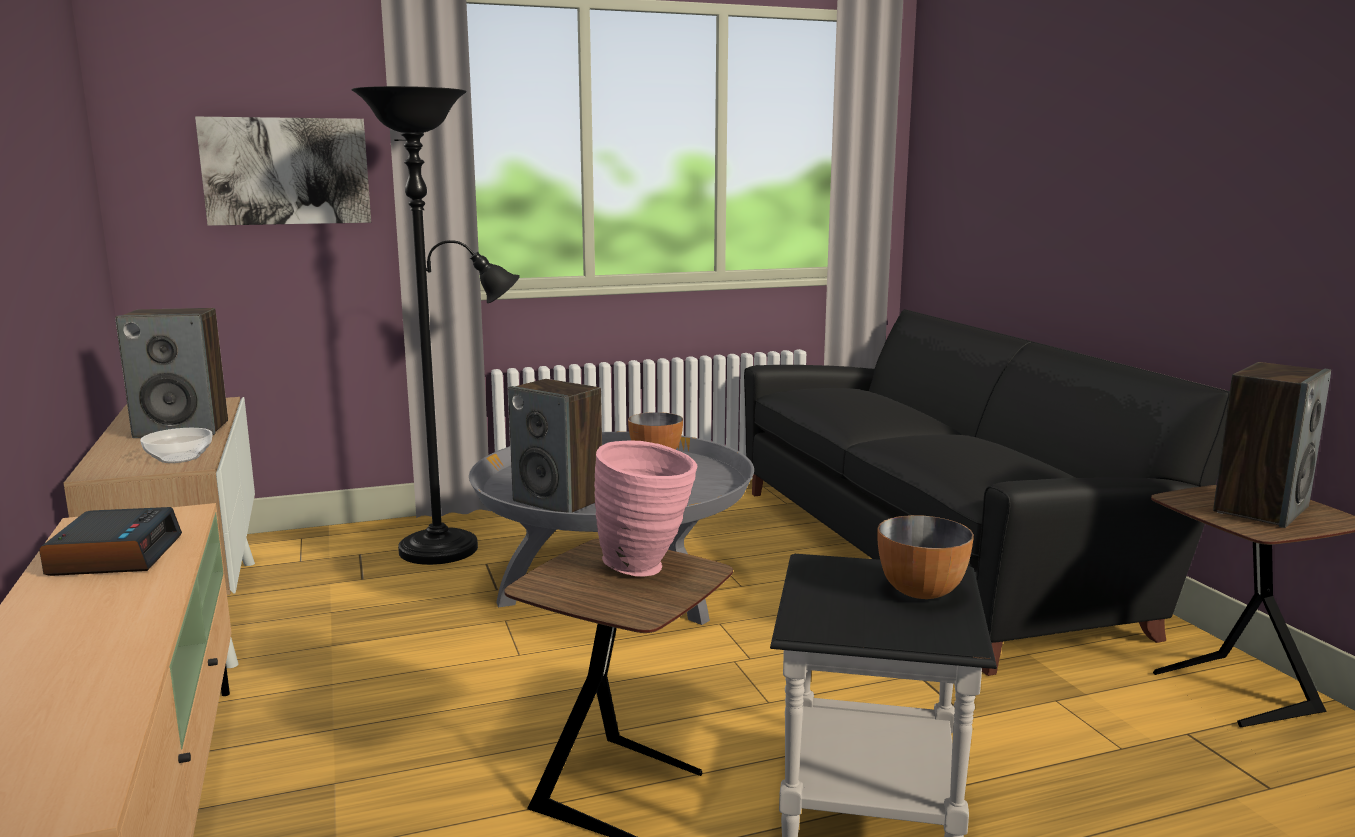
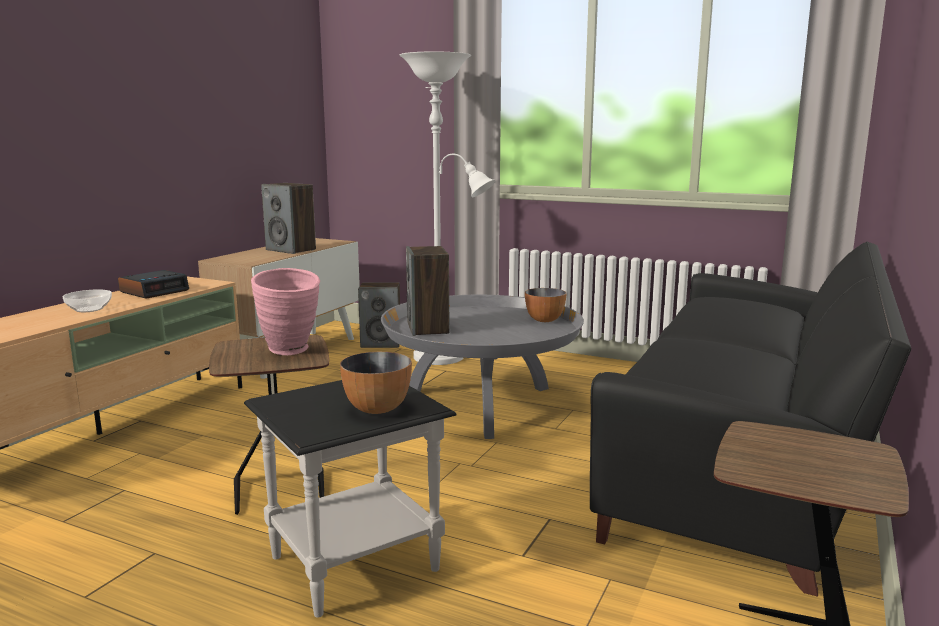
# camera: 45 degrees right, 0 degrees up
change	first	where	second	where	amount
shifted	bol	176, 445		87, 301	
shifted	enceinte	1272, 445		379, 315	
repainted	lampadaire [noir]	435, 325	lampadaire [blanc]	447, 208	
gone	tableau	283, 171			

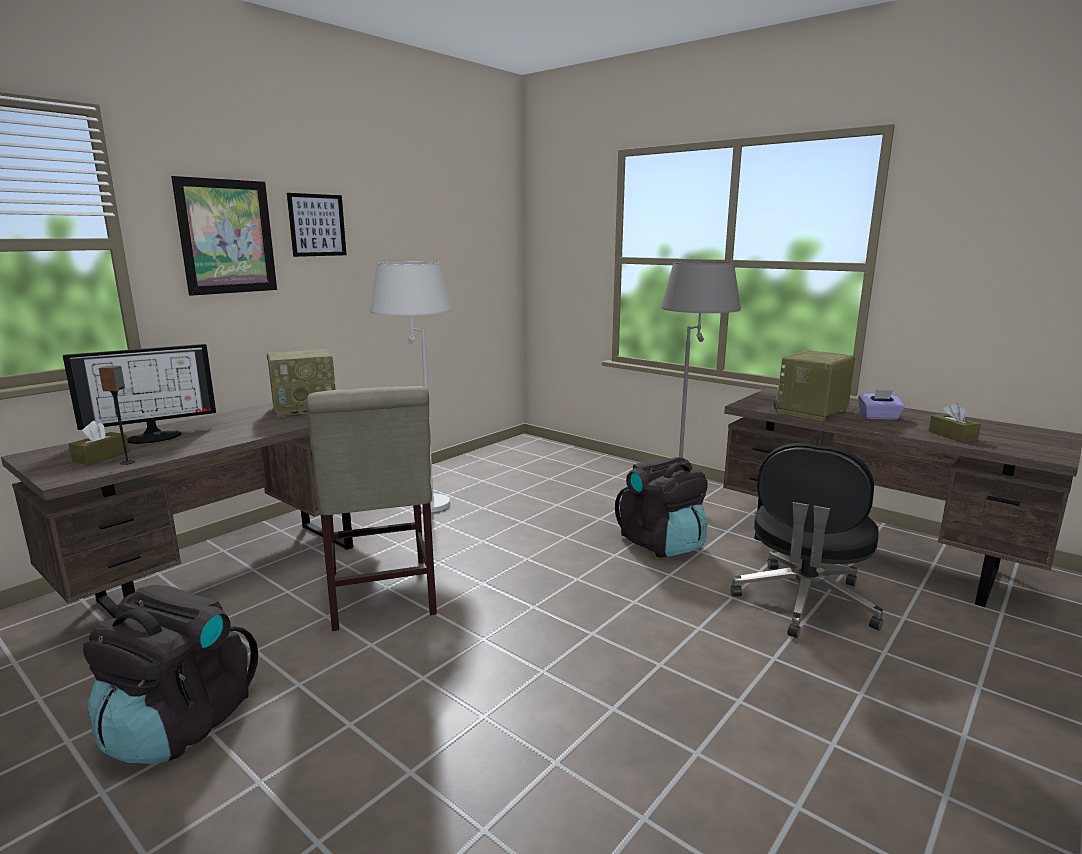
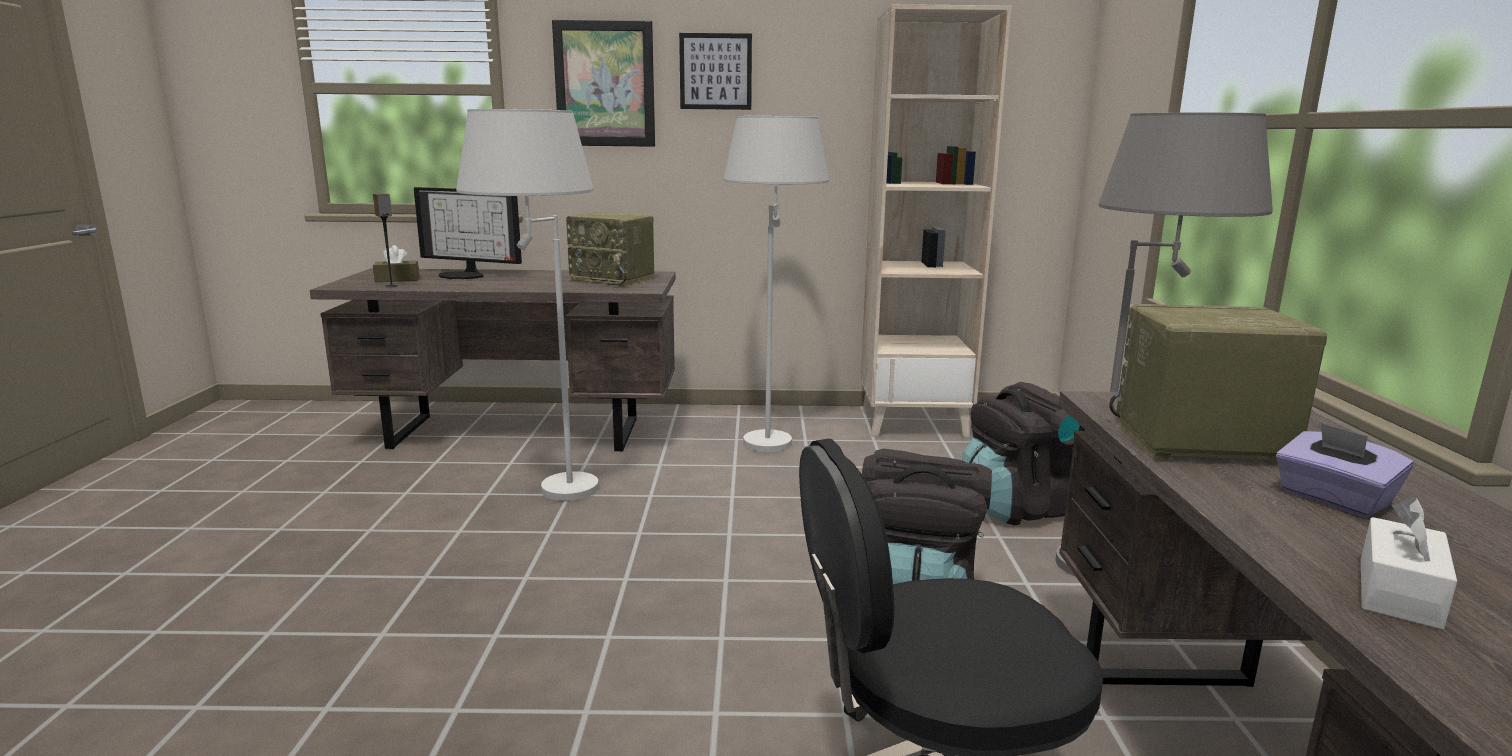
# camera: 50 degrees right, 0 degrees up
change	first	where	second	where	amount
swapped	chaise [beige]	371, 508	lampadaire [blanc]	527, 305	
new			bibliothèque [beige]	936, 220	
shifted	sac à dos [noir]	170, 674		1023, 453	
repainted	boîte à mouchoirs [marron]	955, 422	boîte à mouchoirs [blanc]	1409, 563	

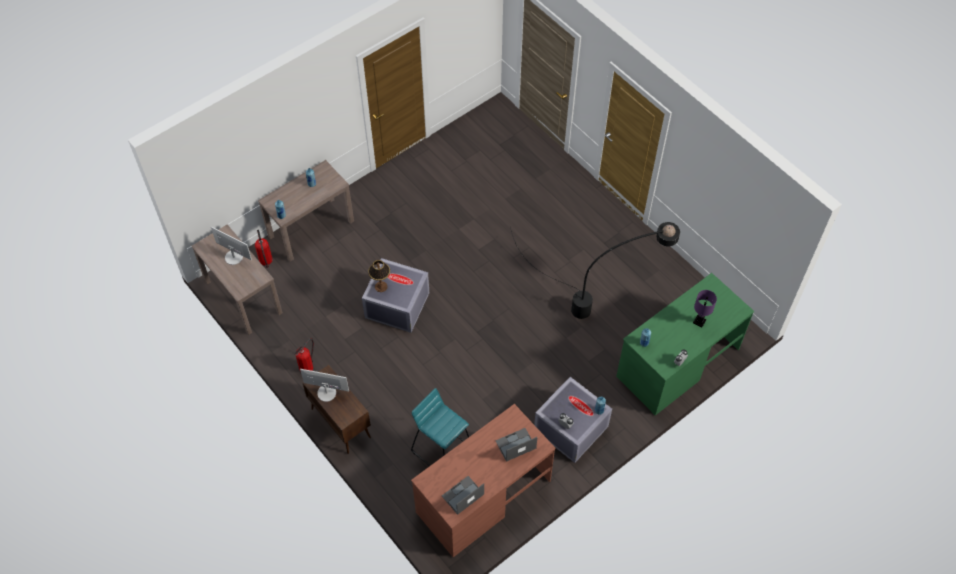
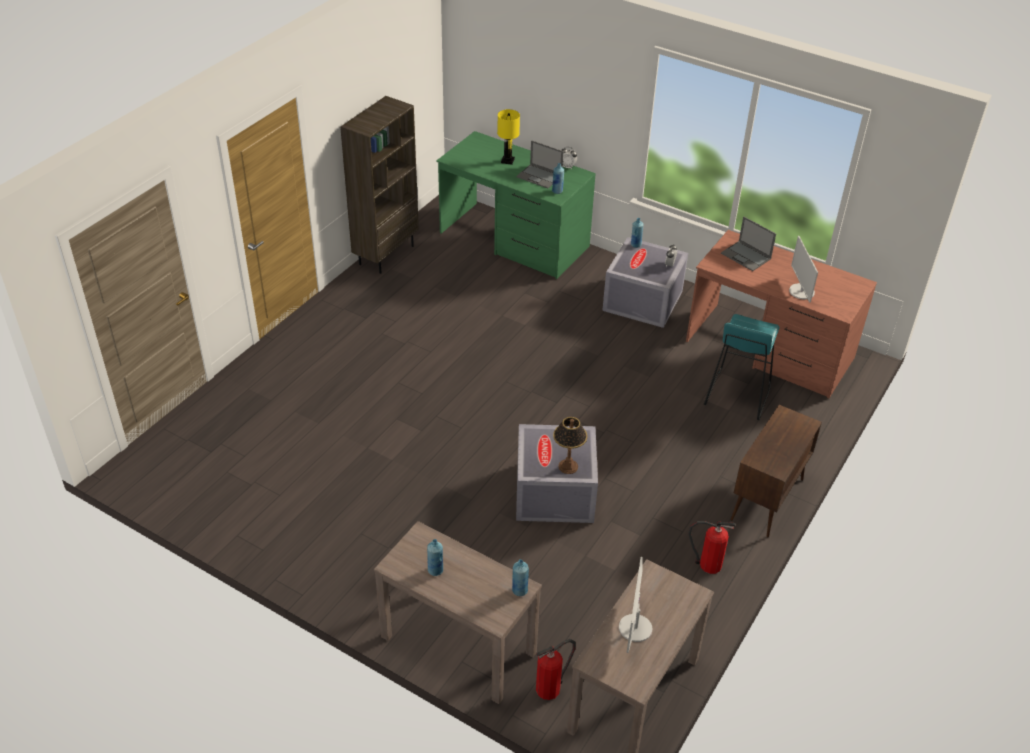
# camera: 110 degrees left, 15 degrees down
change	first	where	second	where	amount
new			bibliothèque [marron]	379, 185	
repainted	lampe de table [violet]	705, 308	lampe de table [jaune]	508, 137	
shifted	ordinateur portable	463, 495		539, 164	
shifted	écran d'ordinateur	324, 385		803, 269	
gone	lampadaire [noir]	595, 270			

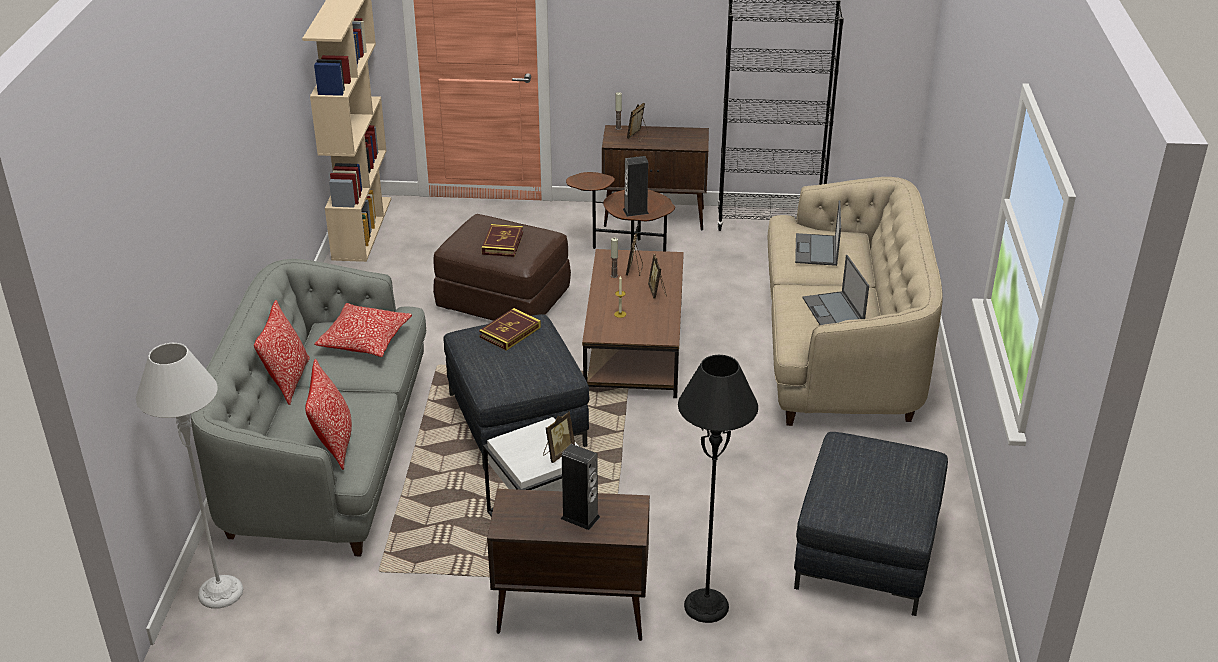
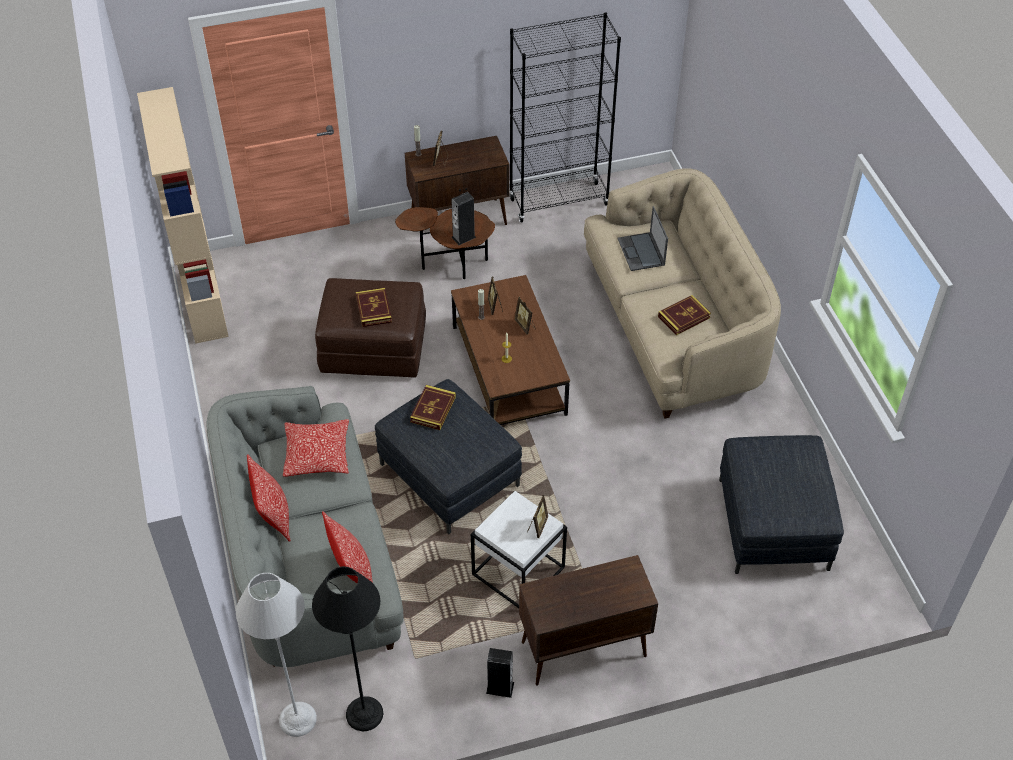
# camera: 20 degrees left, 15 degrees up
change	first	where	second	where	amount
shifted	lampadaire [noir]	718, 489		347, 648	
shifted	enceinte	580, 487		500, 673	
swapped	ordinateur portable	836, 290	livre	684, 315	

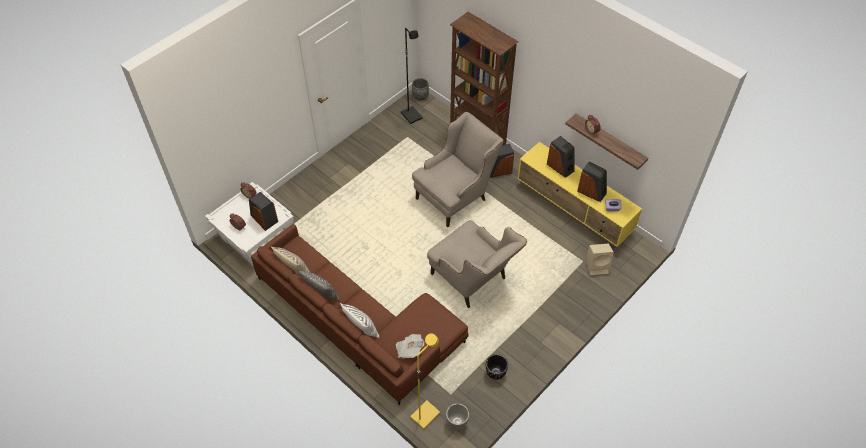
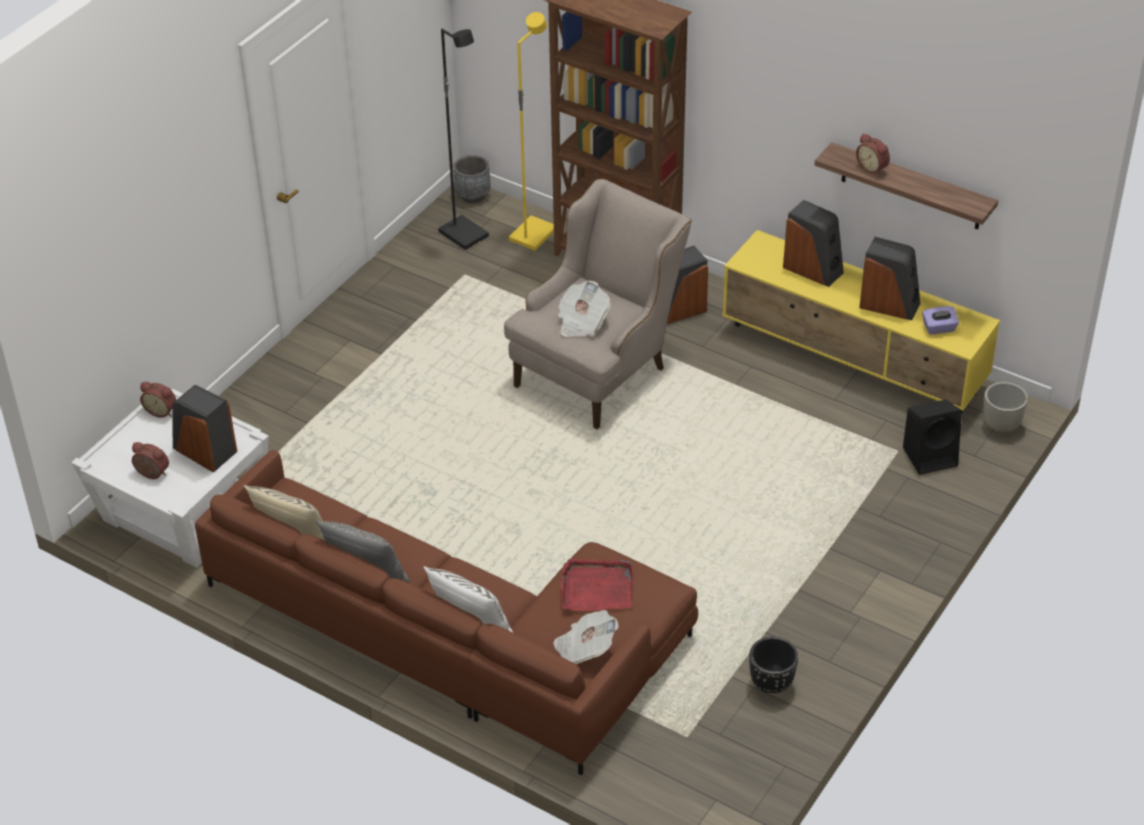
# camera: 10 degrees left, 10 degrees down
change	first	where	second	where	amount
shifted	lampadaire [jaune]	425, 381		531, 131	
new			journal	584, 309	
new			plateau [rouge]	597, 585	
repainted	enceinte [beige]	600, 259	enceinte [noir]	932, 437	
shifted	cache-pot [gris]	457, 416		1005, 407	
gone	fauteuil [beige]	477, 264			

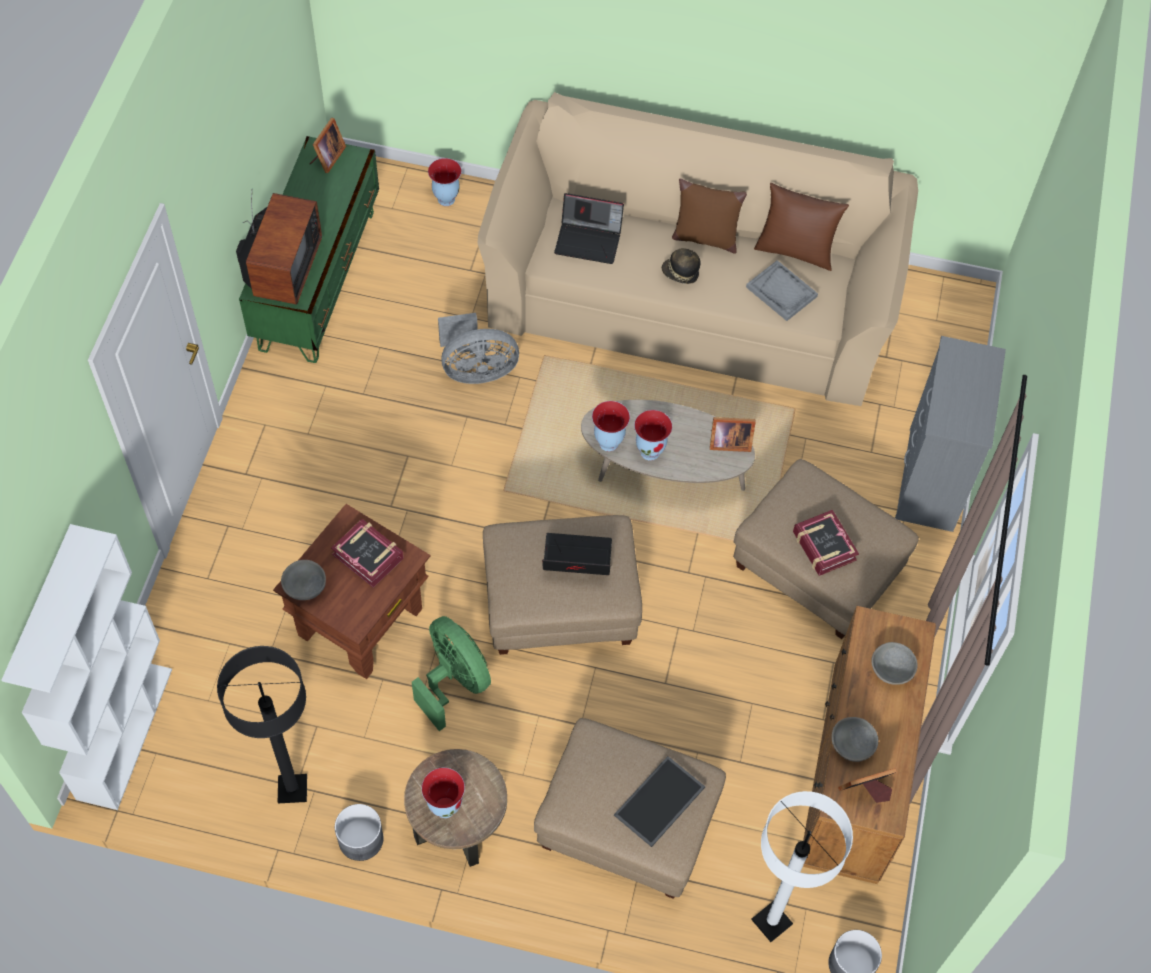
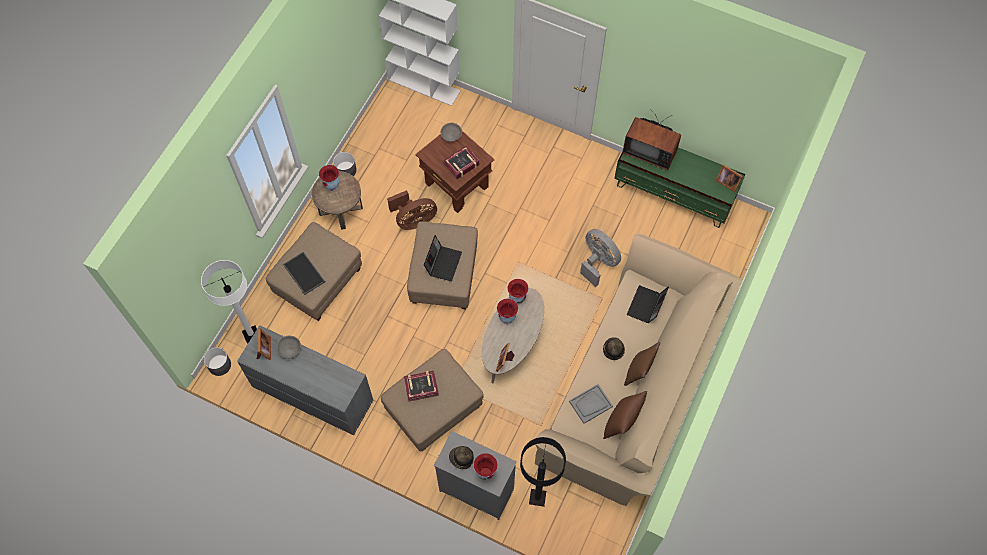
# camera: 105 degrees right, 5 degrees up
change	first	where	second	where	amount
repainted	commode [marron]	869, 745	commode [gris]	305, 380	
repainted	ventilateur [vert]	451, 673	ventilateur [marron]	412, 210	
new			chapeau	461, 457	
shifted	vase	445, 182		485, 466	
shifted	lampadaire [noir]	262, 724		543, 472	
rotated	ventilateur [gris]	478, 348		600, 258	135 degrees clockwise
gone	bol [gris]	894, 663			

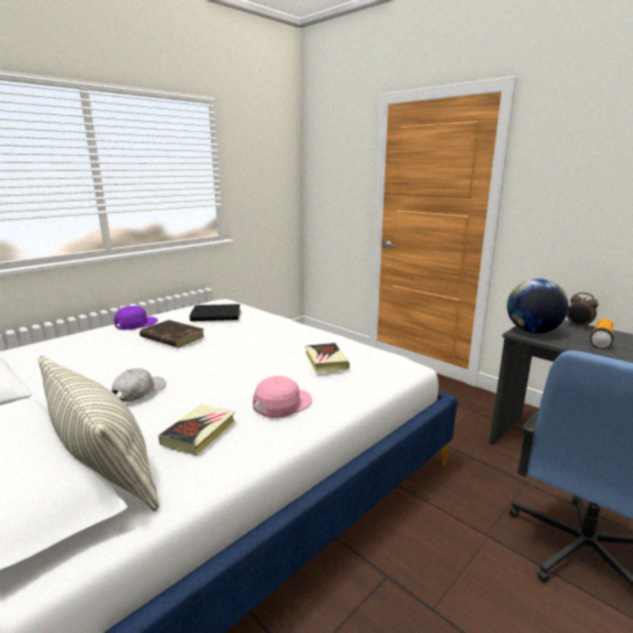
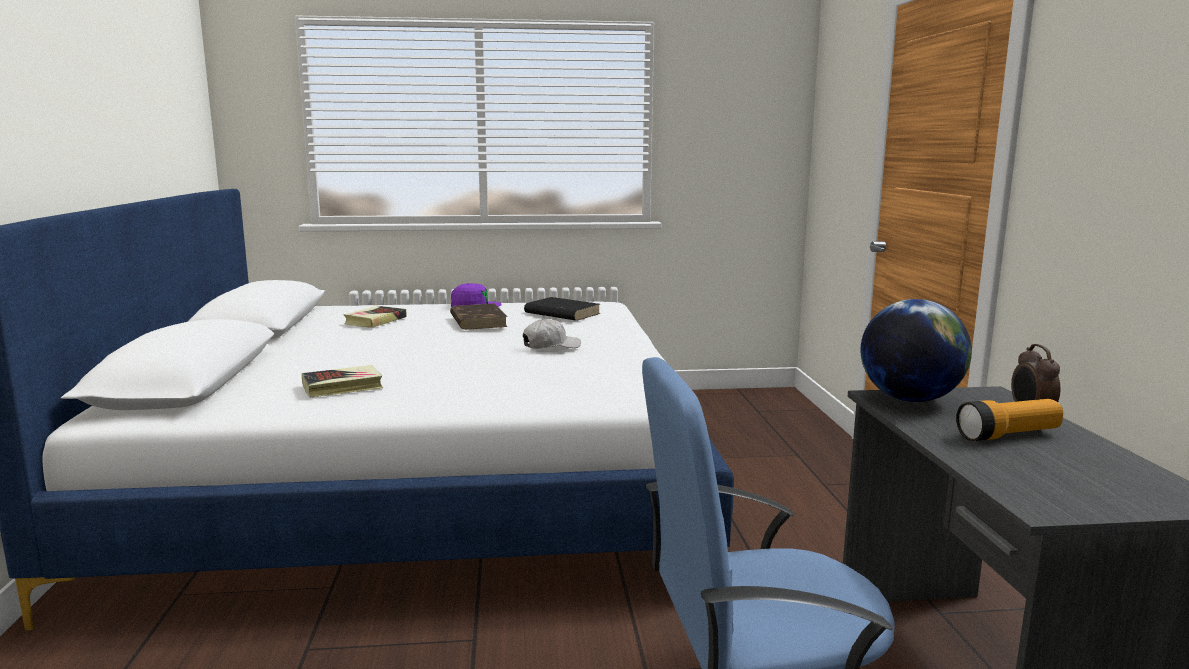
# camera: 40 degrees right, 5 degrees down
change	first	where	second	where	amount
shifted	livre	327, 357		374, 317	
shifted	casquette [blanc]	139, 385		552, 334	
gone	coussin	98, 433			
gone	casquette [rose]	282, 397			

